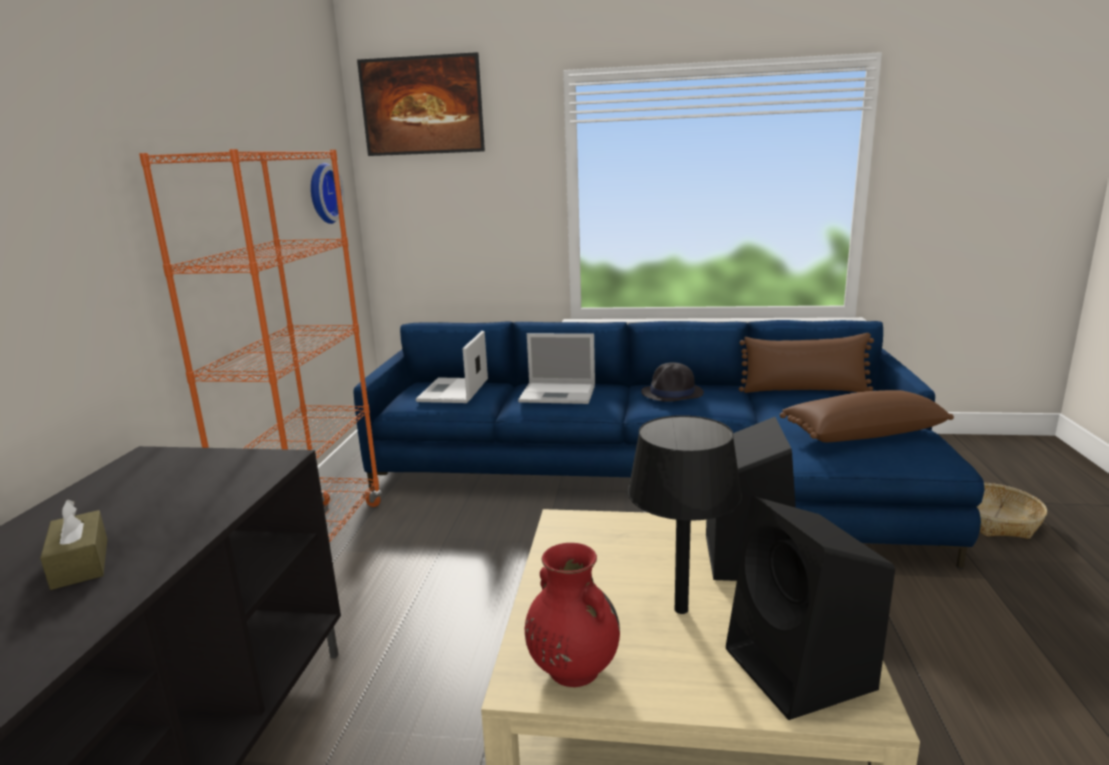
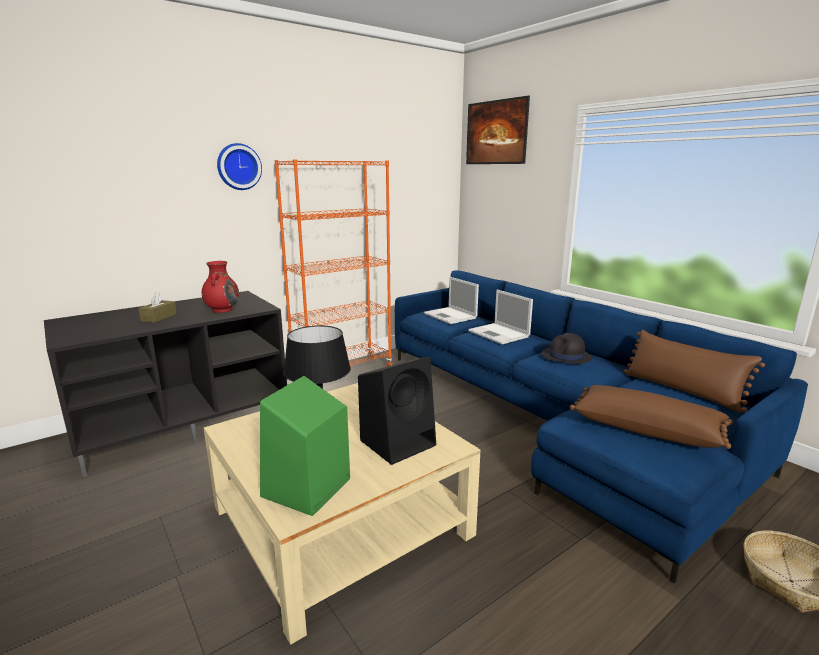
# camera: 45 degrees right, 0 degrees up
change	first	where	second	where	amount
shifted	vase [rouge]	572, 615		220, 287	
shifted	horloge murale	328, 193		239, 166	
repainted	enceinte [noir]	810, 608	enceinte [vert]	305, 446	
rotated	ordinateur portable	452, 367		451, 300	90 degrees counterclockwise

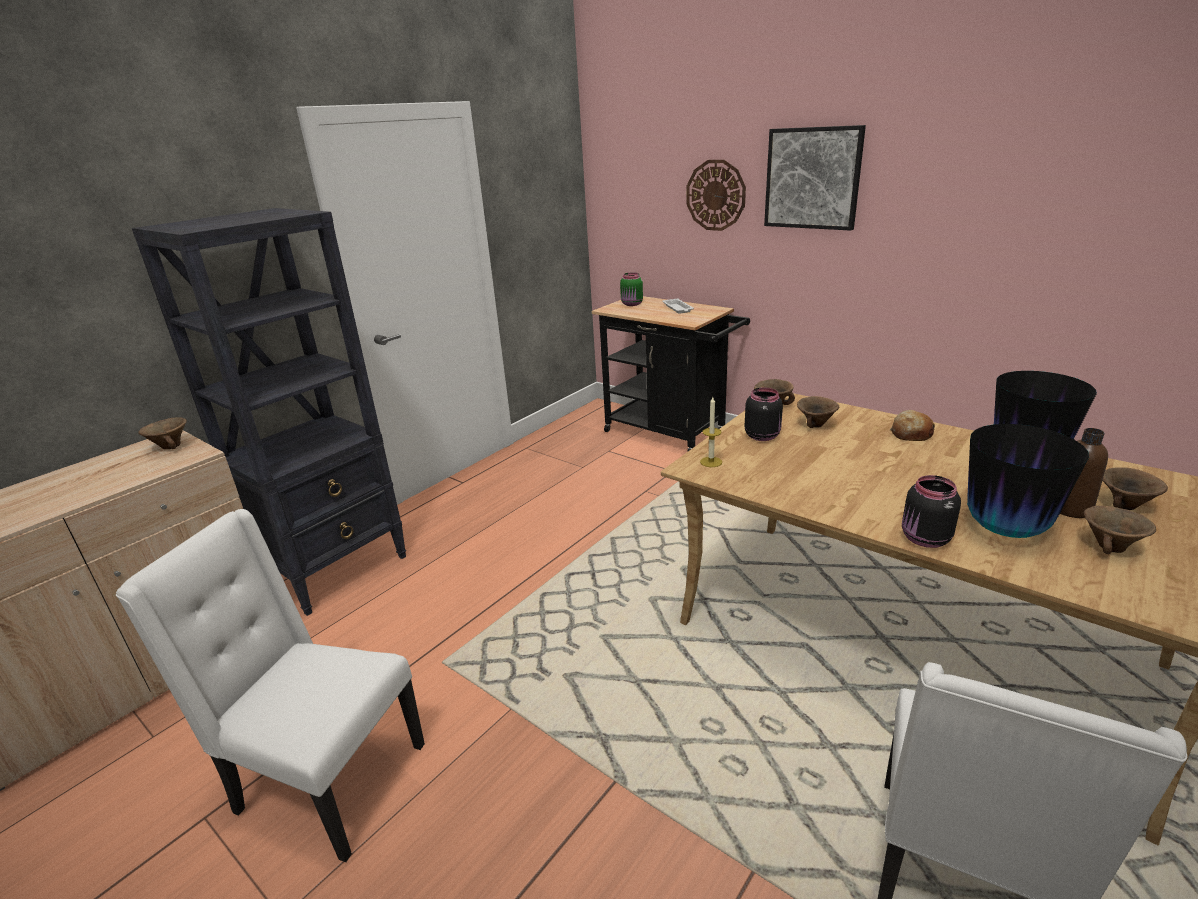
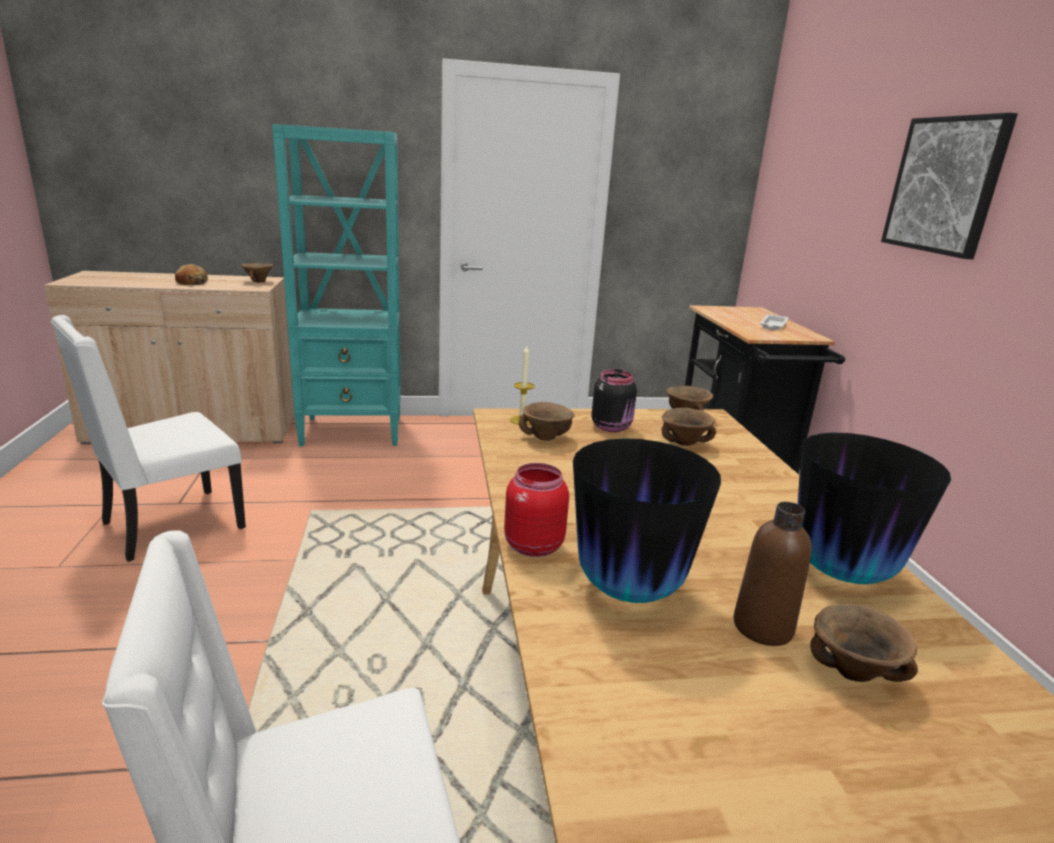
# camera: 40 degrees right, 5 degrees down
change	first	where	second	where	amount
rotated	chaise [blanc]	270, 685		148, 438	105 degrees counterclockwise
shifted	pain	912, 425		191, 274	
repainted	bibliothèque [noir]	269, 412	bibliothèque [turquoise]	336, 285	
repainted	bocal [noir]	931, 511	bocal [rouge]	536, 510	
shifted	bol [marron]	1120, 530		546, 421	
gone	bocal [vert]	631, 289			
gone	horloge murale	716, 195			

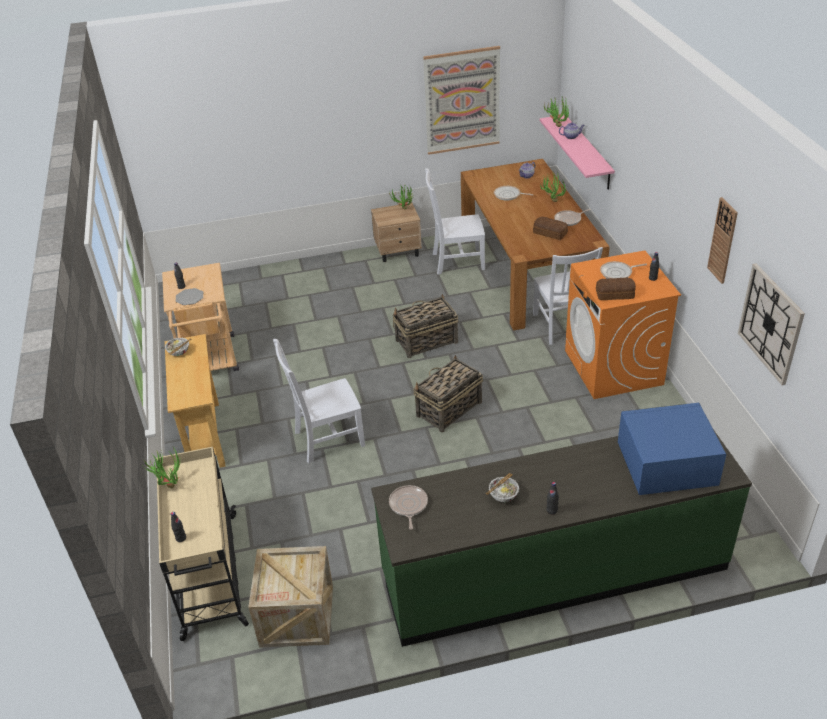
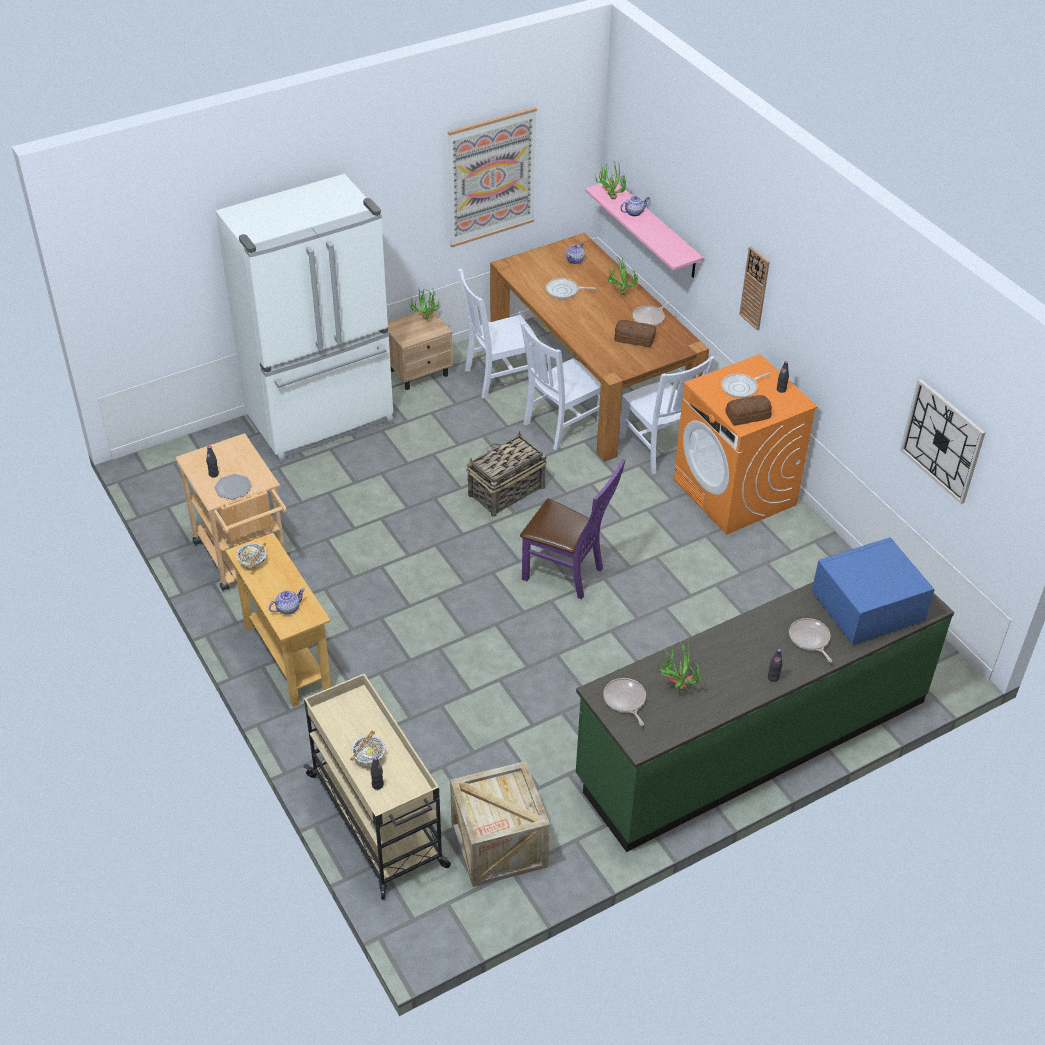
# camera: 20 degrees left, 5 degrees up
change	first	where	second	where	amount
new			réfrigérateur [blanc]	304, 319	
new			théière	287, 601	
shifted	bol	502, 487		367, 747	
shifted	chaise [blanc]	319, 401		560, 386	
swapped	panier	448, 393	chaise [violet]	573, 529	
shifted	plante en pot	160, 467		679, 665	
shifted	horloge murale	722, 240		754, 288	
new			poêle	810, 640	

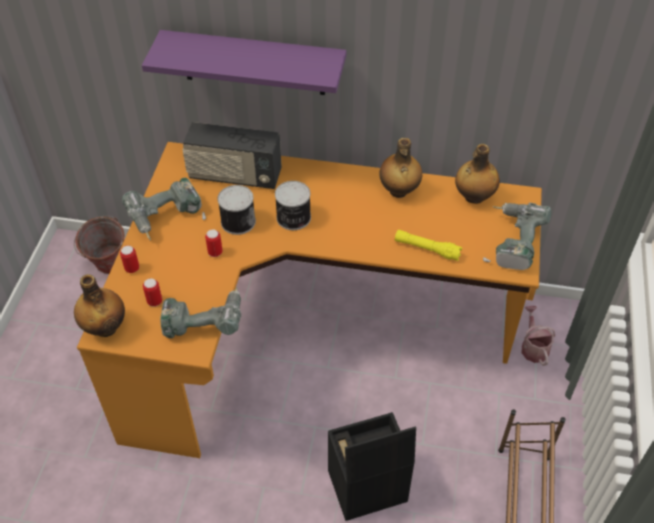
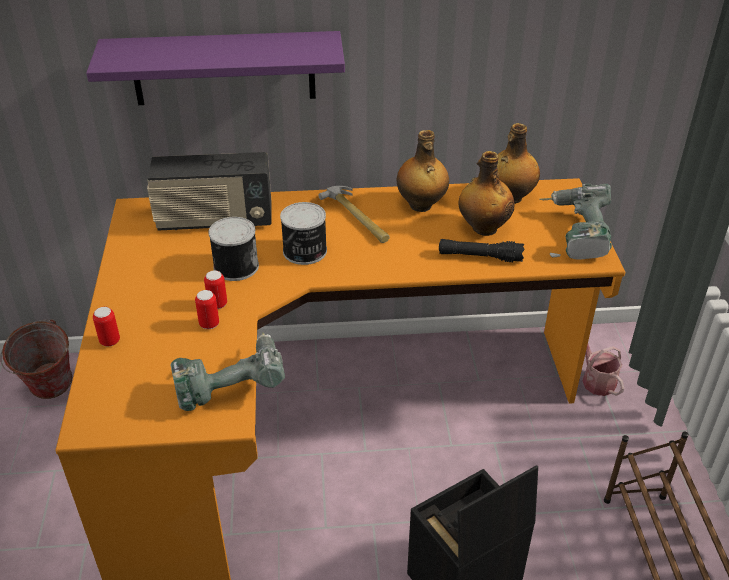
# camera: 15 degrees left, 10 degrees down
change	first	where	second	where	amount
shifted	boîte métallique	152, 292		207, 309	
new			marteau	354, 214	
repainted	lampe de poche [jaune]	428, 245	lampe de poche [noir]	481, 250	
shifted	bouteille	99, 305		487, 193	
gone	perceuse	164, 209			

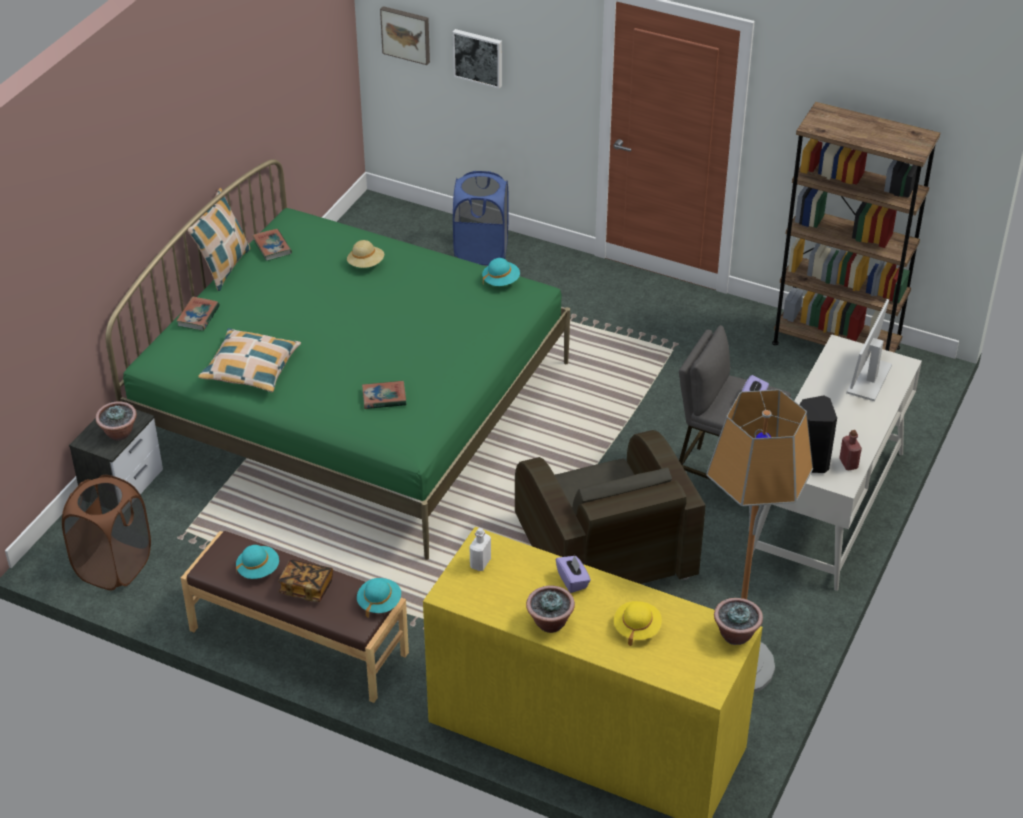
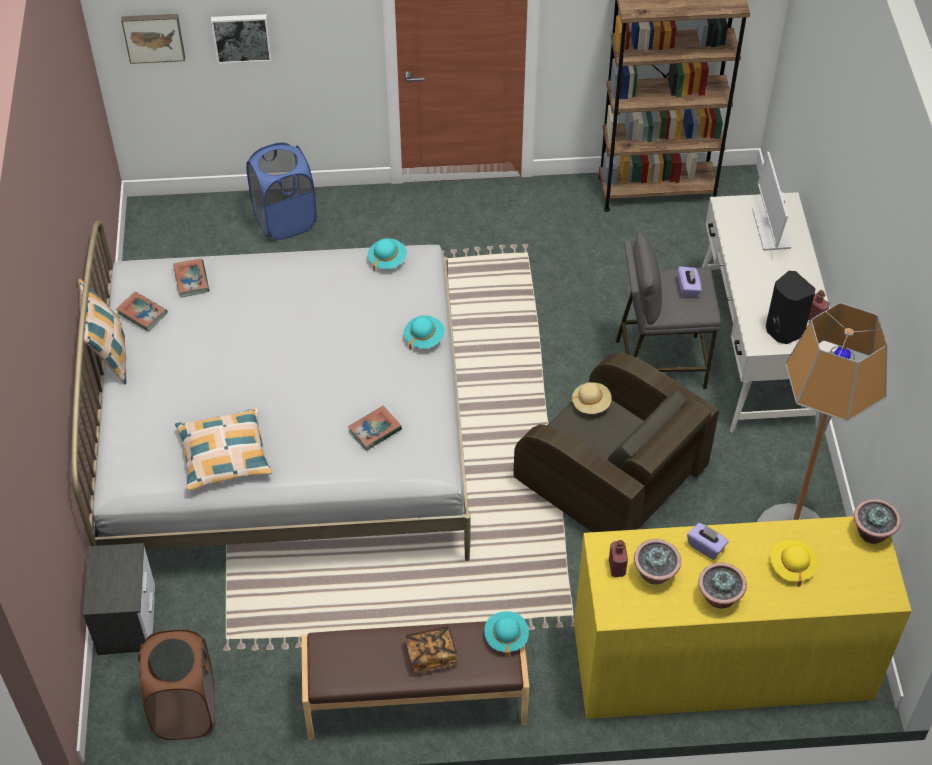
# camera: 30 degrees left, 10 degrees up
change	first	where	second	where	amount
repainted	lit [vert]	337, 359	lit [blanc]	271, 390	
shifted	livre	198, 314		191, 278	
shifted	chapeau [turquoise]	257, 562		424, 332	
shifted	chapeau [beige]	365, 254		591, 398	
repainted	bouteille [blanc]	480, 549	bouteille [rouge]	618, 558	
shifted	plante en pot	116, 420		657, 561	

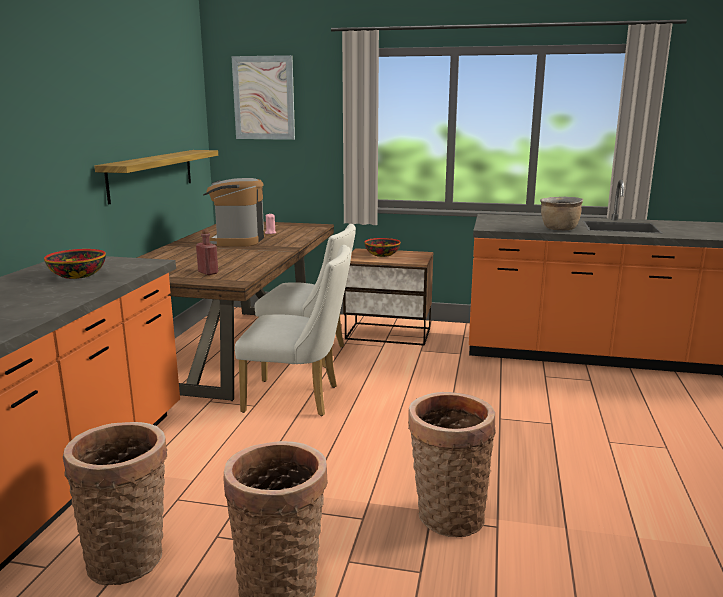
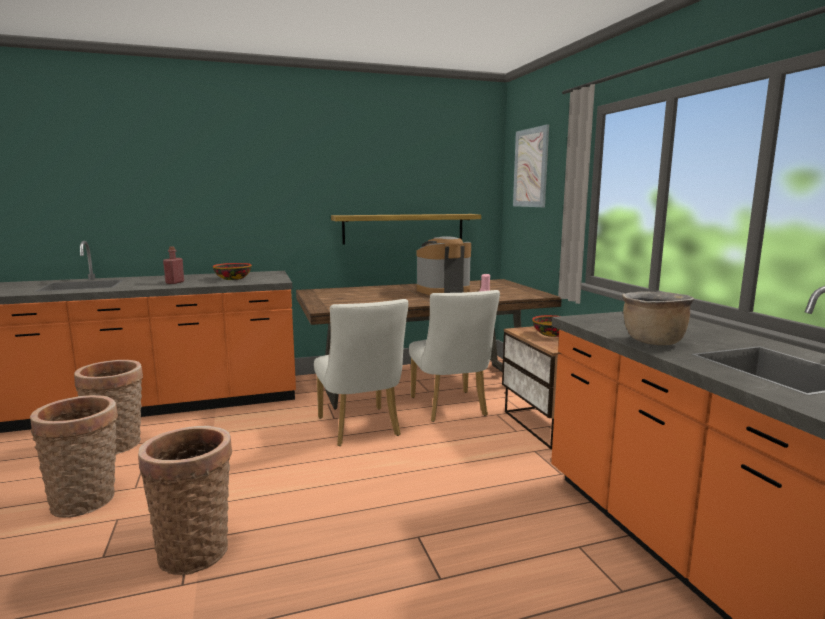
# camera: 60 degrees right, 5 degrees down
change	first	where	second	where	amount
shifted	bouteille [rouge]	207, 252		173, 265	

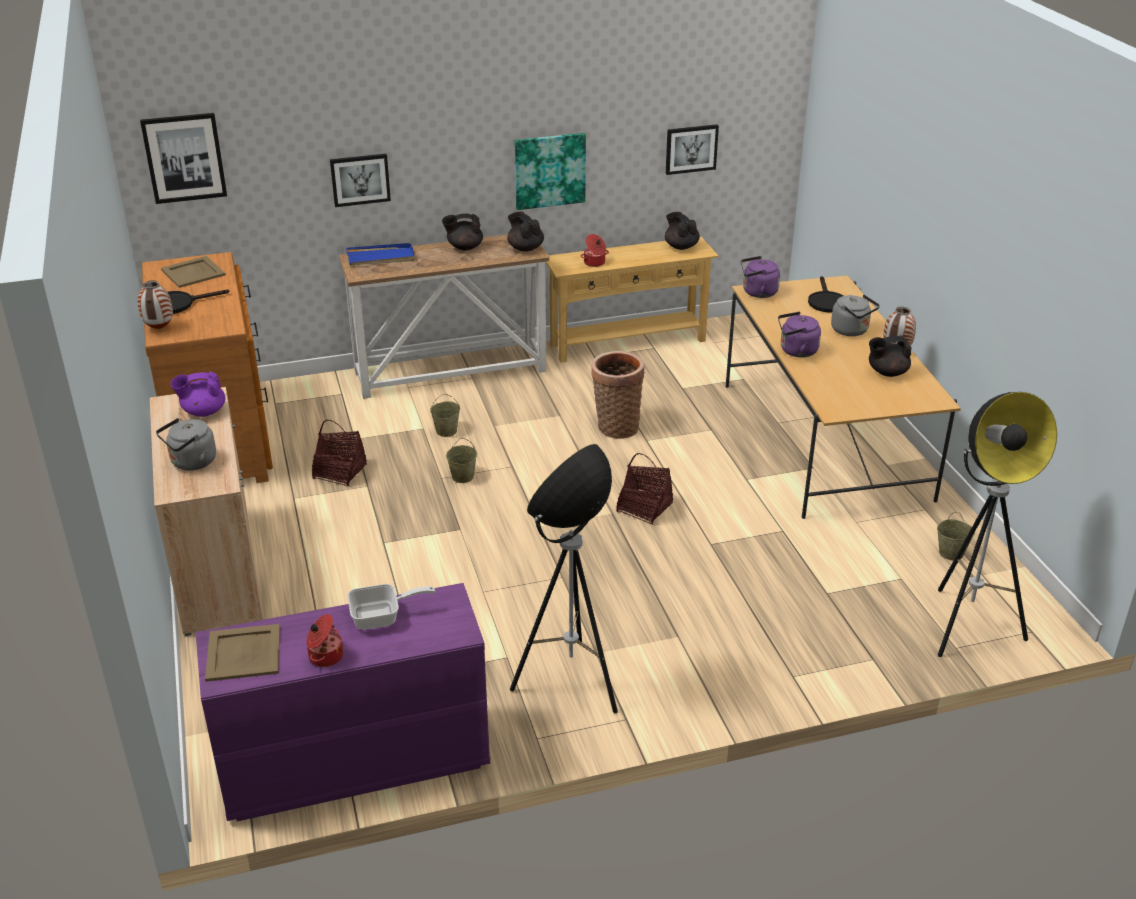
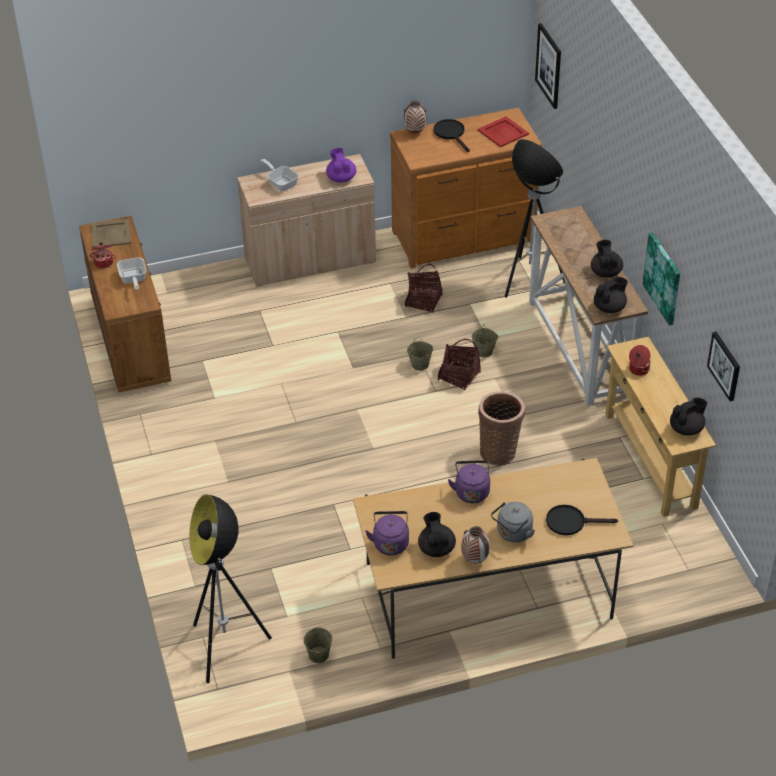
# camera: 90 degrees right, 10 degrees up
change	first	where	second	where	amount
repainted	commode [violet]	343, 702	commode [marron]	125, 304	
swapped	bouilloire [gris]	186, 444	poêle	279, 175	
shifted	bouilloire [violet]	760, 277		387, 533	
shifted	panier	644, 489		459, 364	
repainted	plateau [beige]	193, 272	plateau [rouge]	503, 131	
shifted	lampadaire	564, 578		535, 218	
gone	tableau	360, 180			
gone	plateau [bleu]	381, 254			

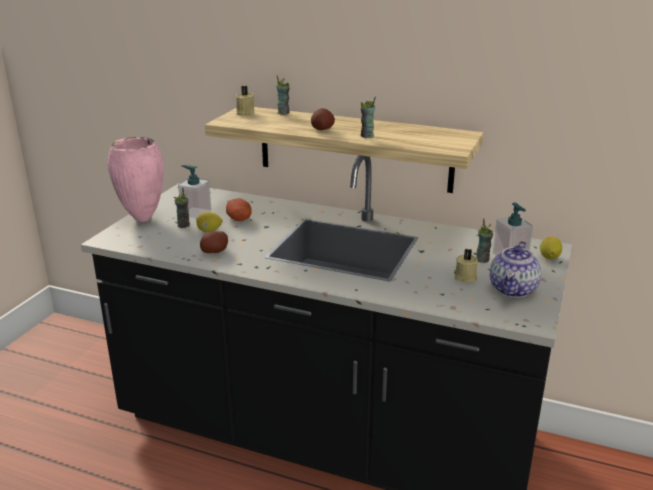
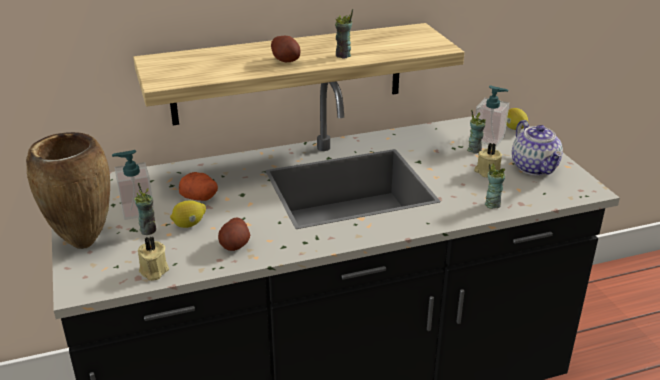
# camera: 40 degrees left, 5 degrees up
change	first	where	second	where	amount
repainted	vase [rose]	136, 179	vase [marron]	68, 190	
shifted	bougie [beige]	245, 100		153, 258	
shifted	tasse	283, 95		495, 186	

